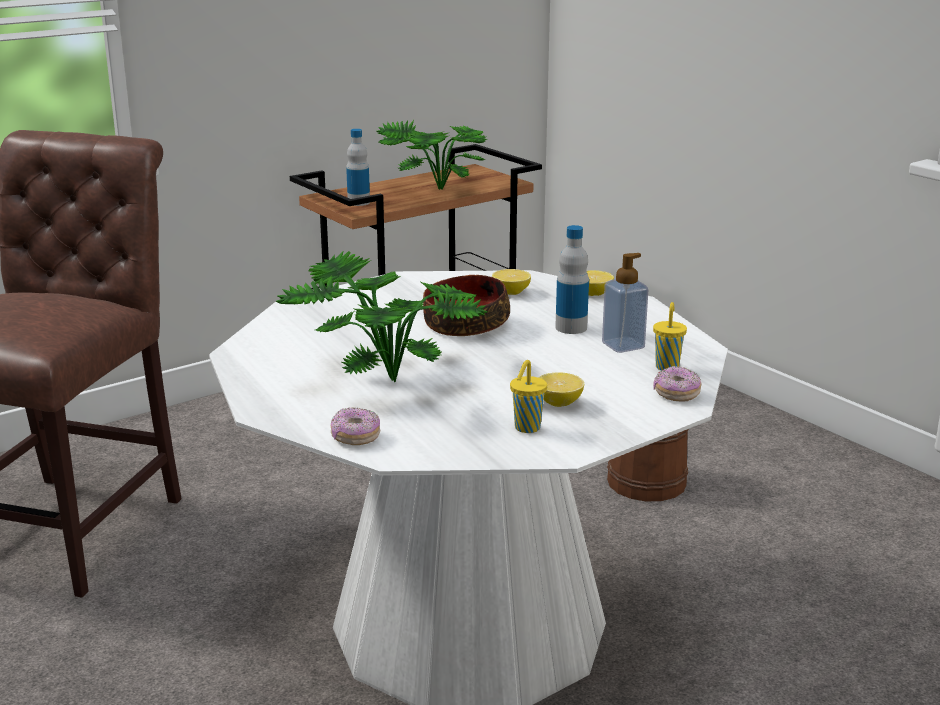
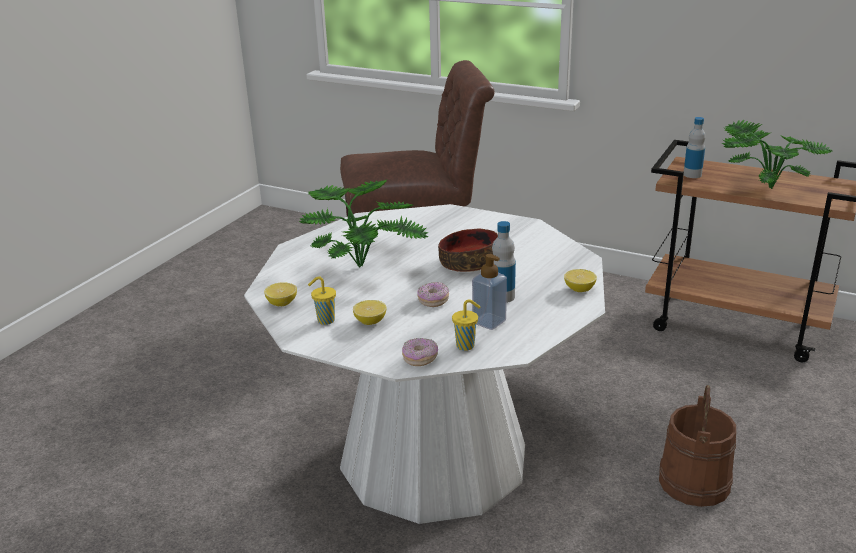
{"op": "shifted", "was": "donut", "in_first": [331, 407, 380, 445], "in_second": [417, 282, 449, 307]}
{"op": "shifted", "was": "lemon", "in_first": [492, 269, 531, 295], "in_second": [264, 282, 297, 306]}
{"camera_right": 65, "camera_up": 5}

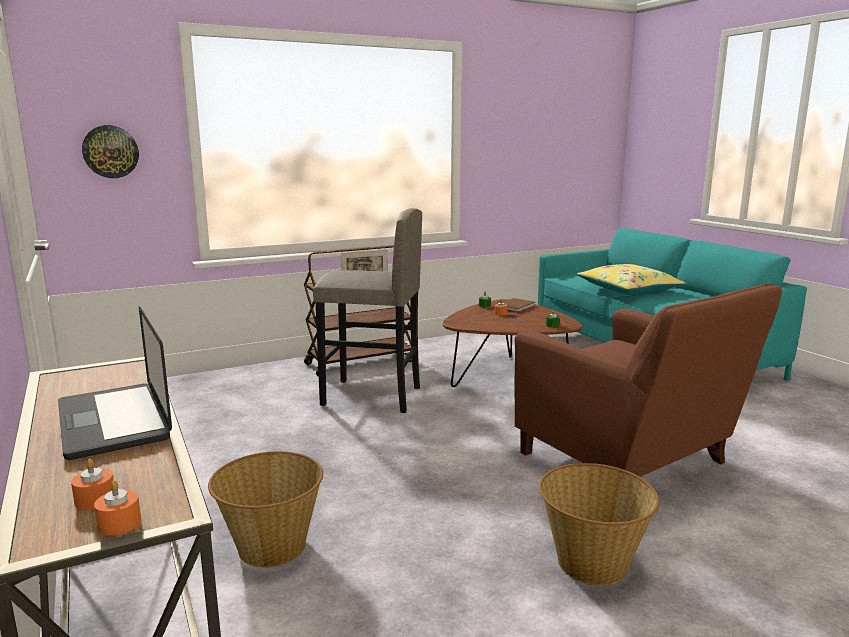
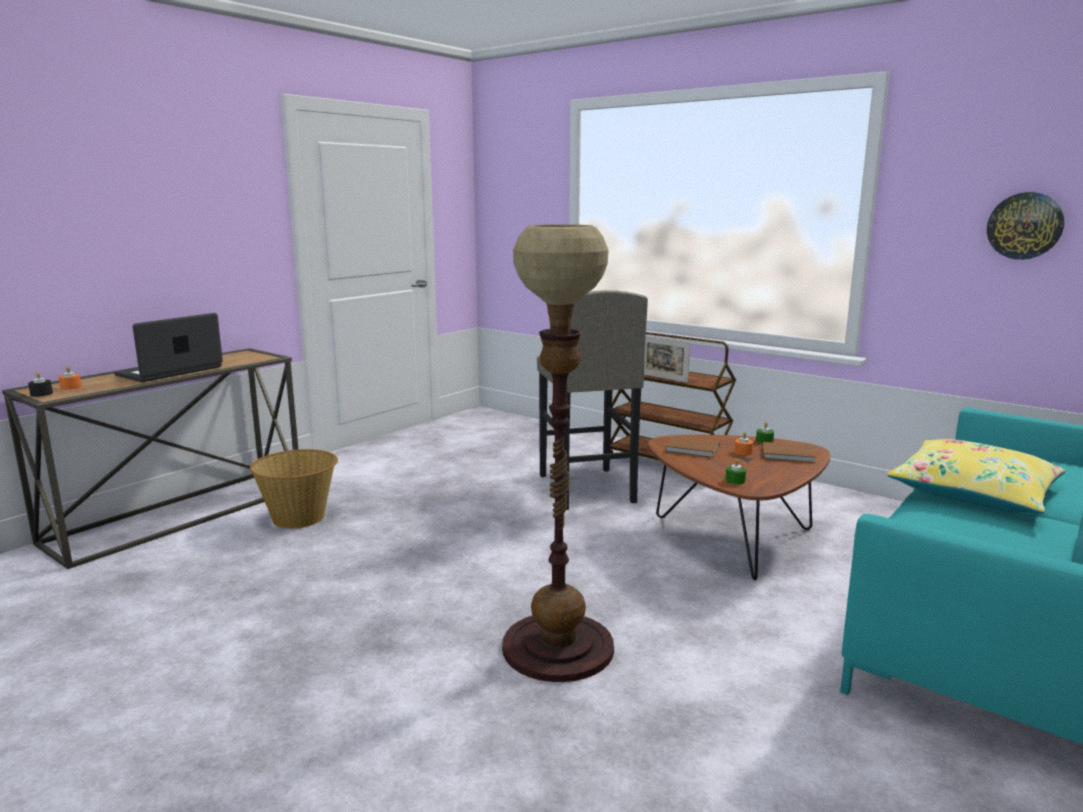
{"op": "shifted", "was": "wall clock", "in_first": [82, 125, 139, 178], "in_second": [987, 192, 1065, 260]}
{"op": "repainted", "was": "candle (orange)", "now": "candle (black)", "in_first": [94, 480, 141, 535], "in_second": [28, 372, 53, 397]}
{"op": "swapped", "was": "armchair (brown)", "now": "floor lamp", "in_first": [514, 284, 782, 477], "in_second": [502, 224, 614, 682]}
{"op": "gone", "was": "basket", "in_first": [539, 463, 660, 586]}
{"op": "new", "now": "book (brown)", "in_second": [665, 436, 720, 458]}
{"camera_right": 65, "camera_up": 0}

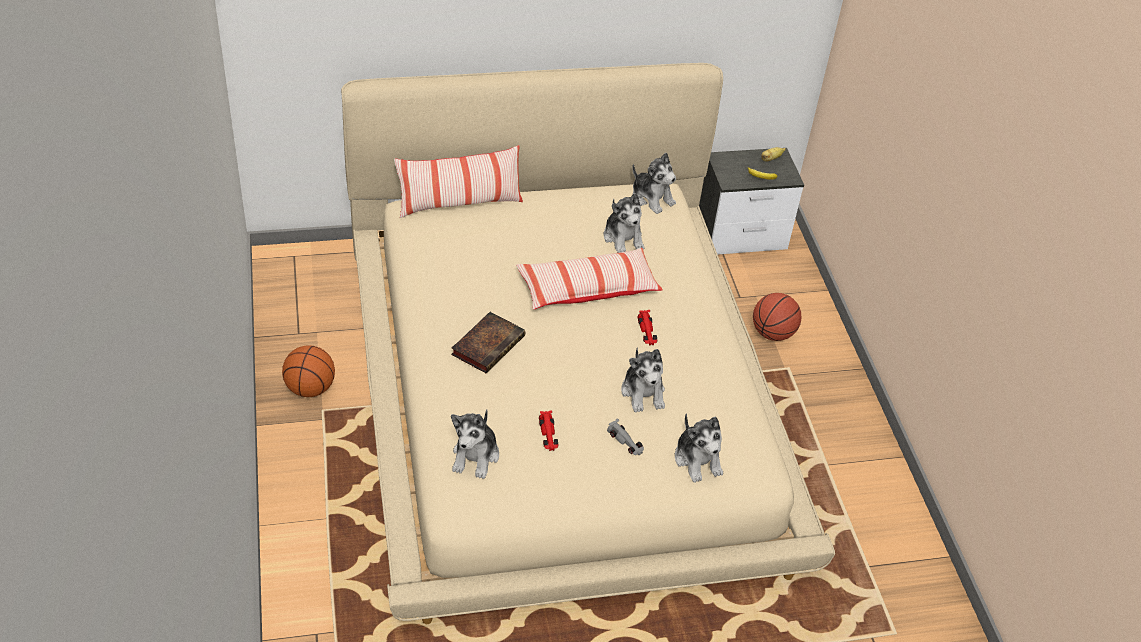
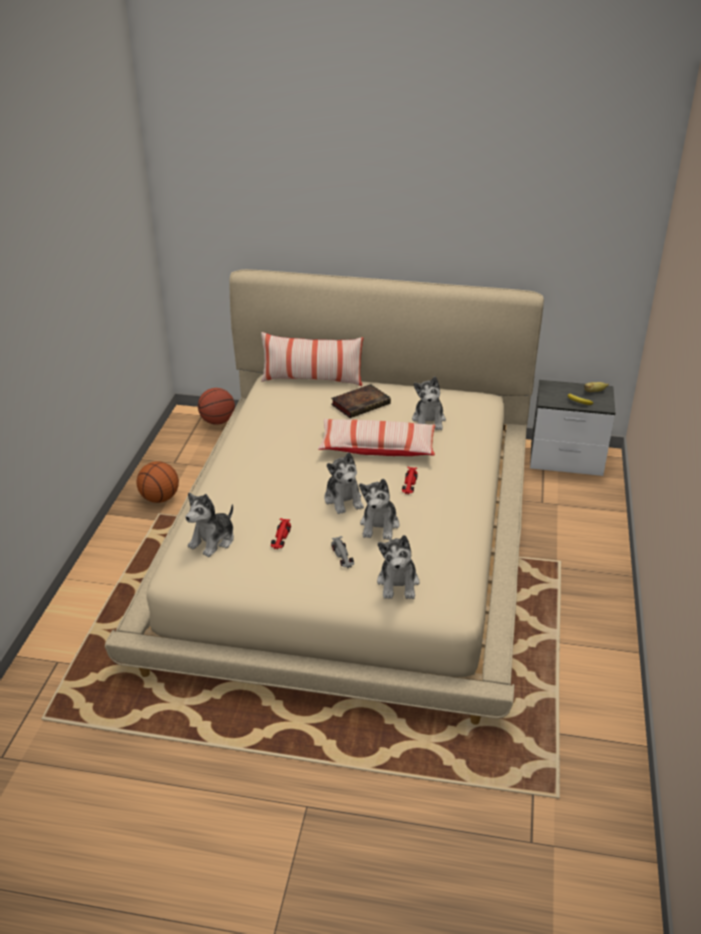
{"op": "shifted", "was": "book", "in_first": [451, 312, 525, 373], "in_second": [331, 384, 391, 418]}
{"op": "shifted", "was": "plush toy", "in_first": [632, 153, 676, 214], "in_second": [324, 452, 364, 514]}
{"op": "shifted", "was": "basketball", "in_first": [753, 293, 802, 341], "in_second": [198, 388, 235, 425]}
{"camera_right": 25, "camera_up": -10}

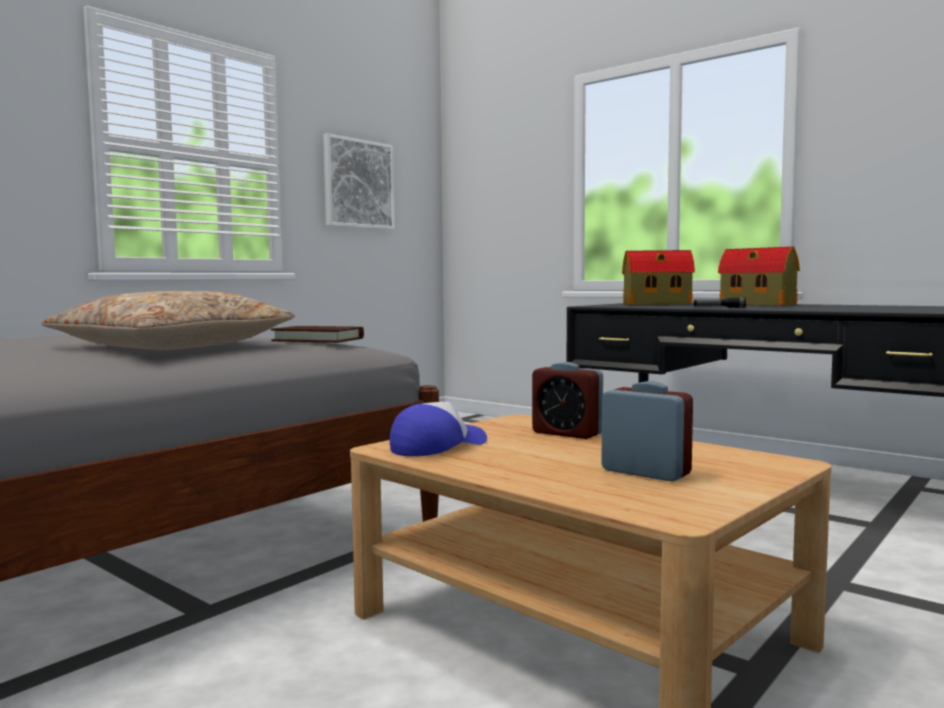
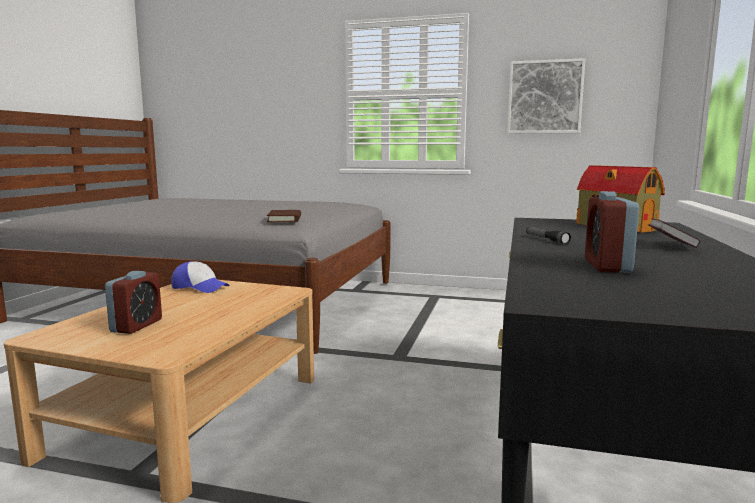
{"op": "gone", "was": "pillow (beige)", "in_first": [40, 291, 295, 350]}
{"op": "shifted", "was": "alarm clock", "in_first": [532, 362, 603, 439], "in_second": [585, 191, 639, 273]}
{"op": "swapped", "was": "toy house", "now": "book", "in_first": [718, 247, 800, 306], "in_second": [648, 219, 701, 248]}
{"camera_right": 65, "camera_up": 5}

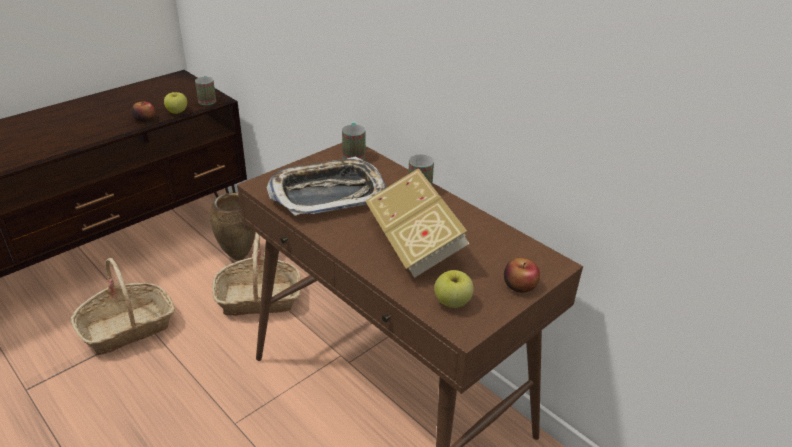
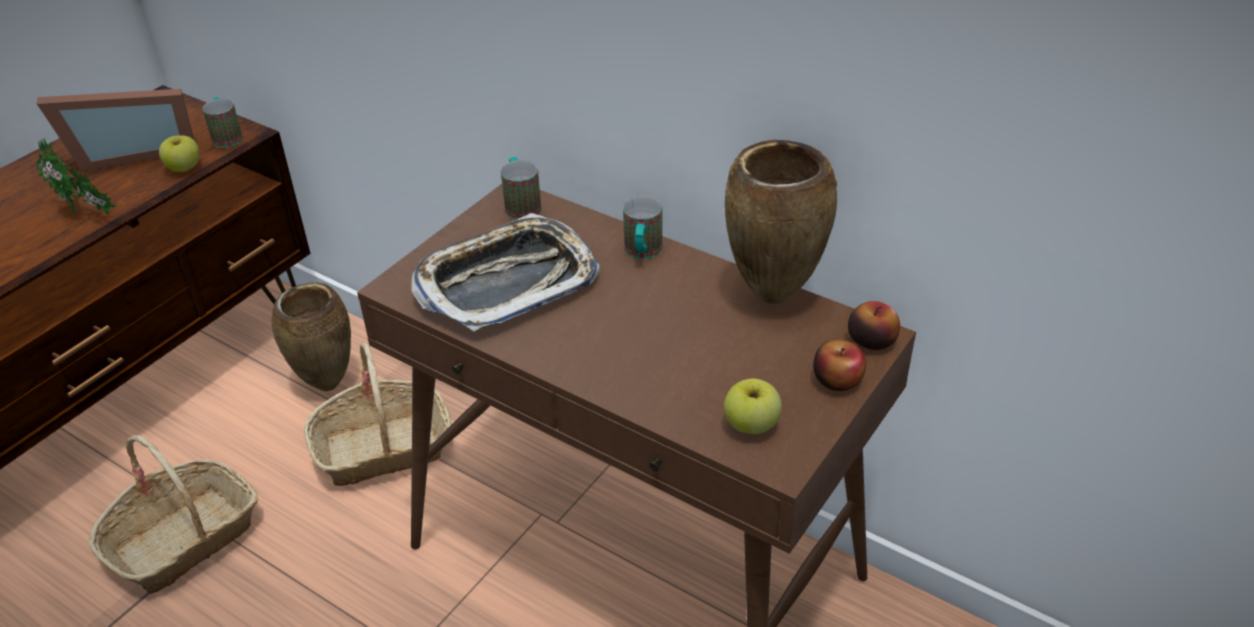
{"op": "shifted", "was": "apple", "in_first": [131, 101, 155, 122], "in_second": [848, 301, 900, 350]}
{"op": "gone", "was": "book", "in_first": [366, 168, 470, 278]}
{"op": "new", "now": "picture frame", "in_second": [37, 89, 195, 171]}
{"op": "new", "now": "potted plant", "in_second": [37, 138, 117, 215]}
{"op": "new", "now": "vase (brown)", "in_second": [725, 140, 837, 305]}
{"camera_right": -10, "camera_up": 5}

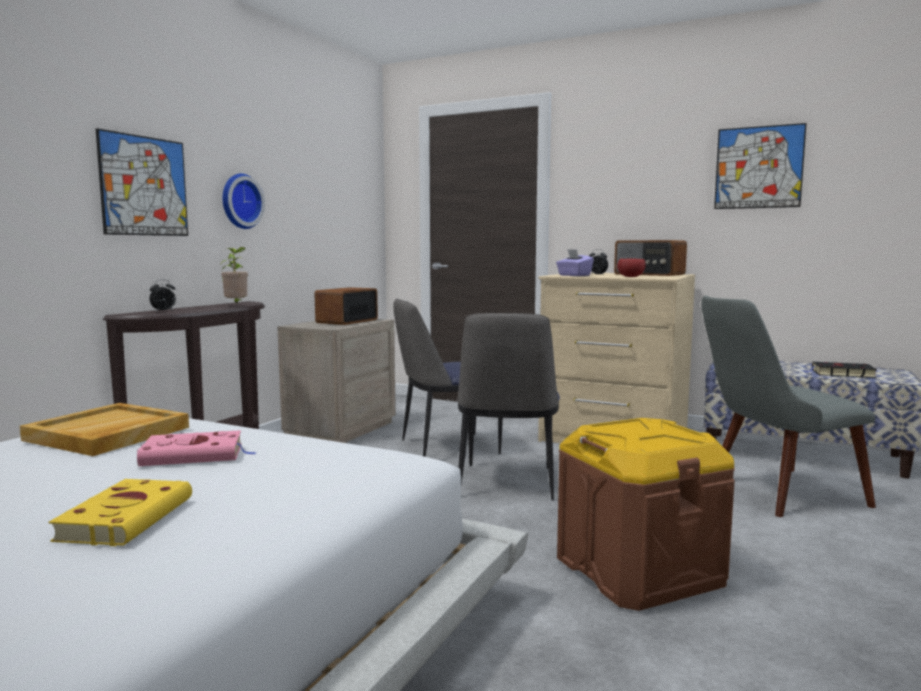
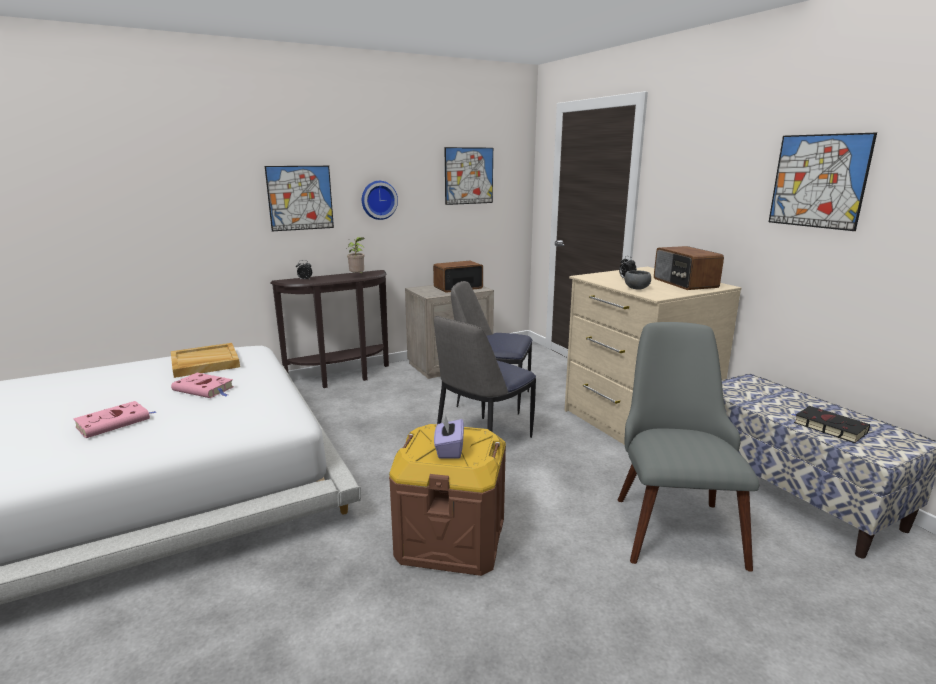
{"op": "repainted", "was": "book (yellow)", "now": "book (pink)", "in_first": [49, 479, 192, 546], "in_second": [73, 401, 156, 438]}
{"op": "shifted", "was": "tissue box (purple)", "in_first": [556, 249, 594, 276], "in_second": [434, 415, 464, 459]}
{"op": "repainted", "was": "bowl (red)", "now": "bowl (grey)", "in_first": [617, 259, 646, 277], "in_second": [625, 270, 651, 290]}
{"op": "rotated", "was": "chair (grey)", "in_first": [701, 295, 876, 517], "in_second": [618, 322, 759, 572], "clockwise": 75}
{"op": "new", "now": "picture", "in_second": [445, 147, 493, 205]}
{"camera_right": 35, "camera_up": 10}

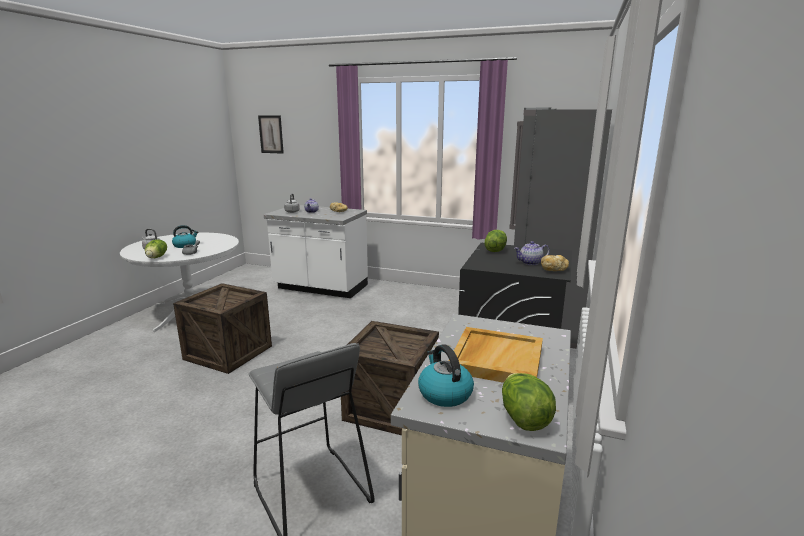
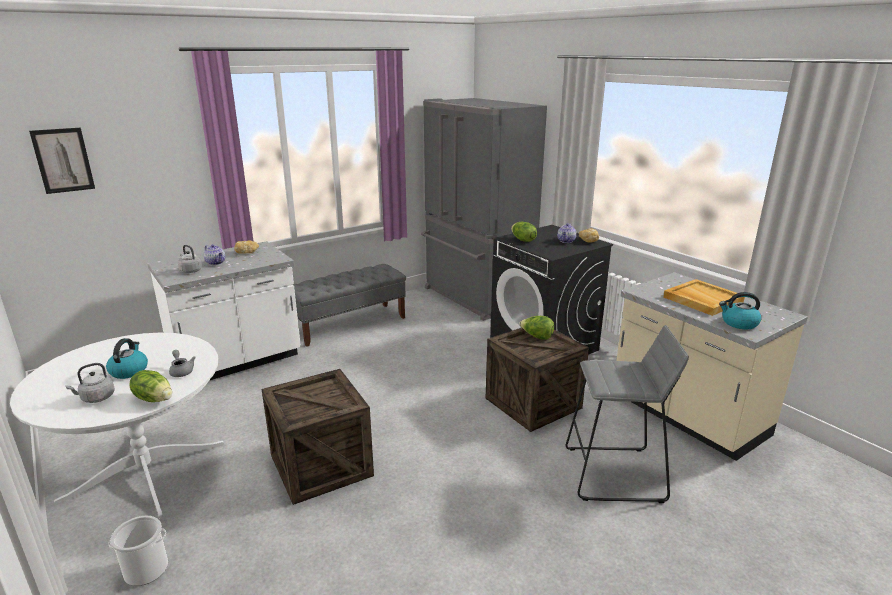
{"op": "shifted", "was": "lettuce", "in_first": [502, 373, 556, 431], "in_second": [519, 316, 554, 340]}
{"op": "new", "now": "bucket", "in_second": [109, 516, 168, 586]}
{"op": "new", "now": "bench (grey)", "in_second": [293, 264, 406, 347]}
{"camera_right": -55, "camera_up": 5}

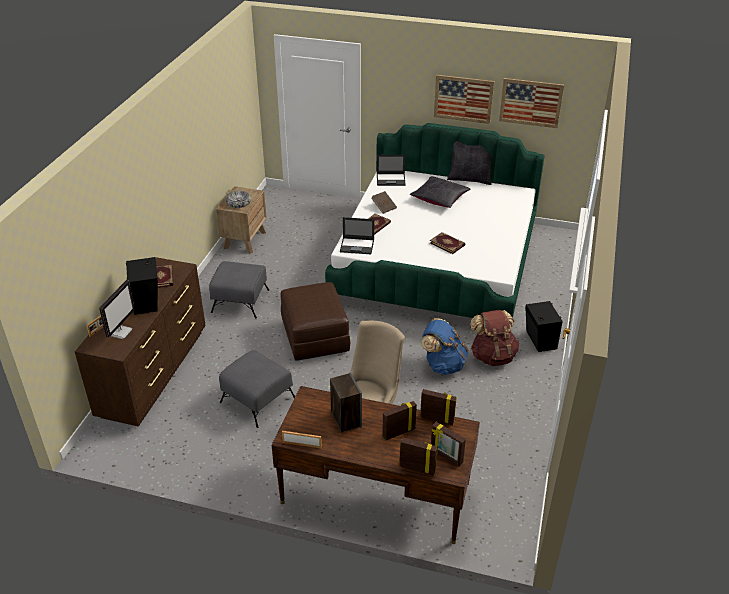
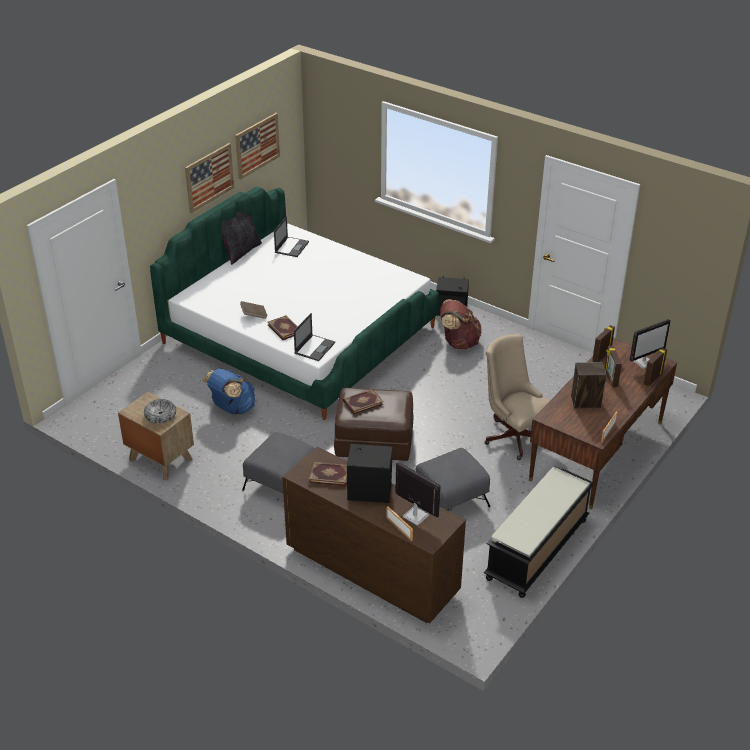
{"op": "shifted", "was": "laptop", "in_first": [377, 155, 406, 186], "in_second": [274, 216, 309, 257]}
{"op": "gone", "was": "pillow (black)", "in_first": [410, 176, 470, 208]}
{"op": "shifted", "was": "backpack (blue)", "in_first": [421, 318, 469, 375], "in_second": [202, 369, 255, 414]}
{"op": "shifted", "was": "book", "in_first": [430, 232, 465, 254], "in_second": [343, 389, 383, 414]}
{"op": "swapped", "was": "picture frame", "now": "monitor", "in_first": [431, 422, 466, 467], "in_second": [630, 319, 671, 369]}
{"op": "new", "now": "bench (black)", "in_second": [484, 466, 594, 598]}
{"camera_right": -70, "camera_up": 0}

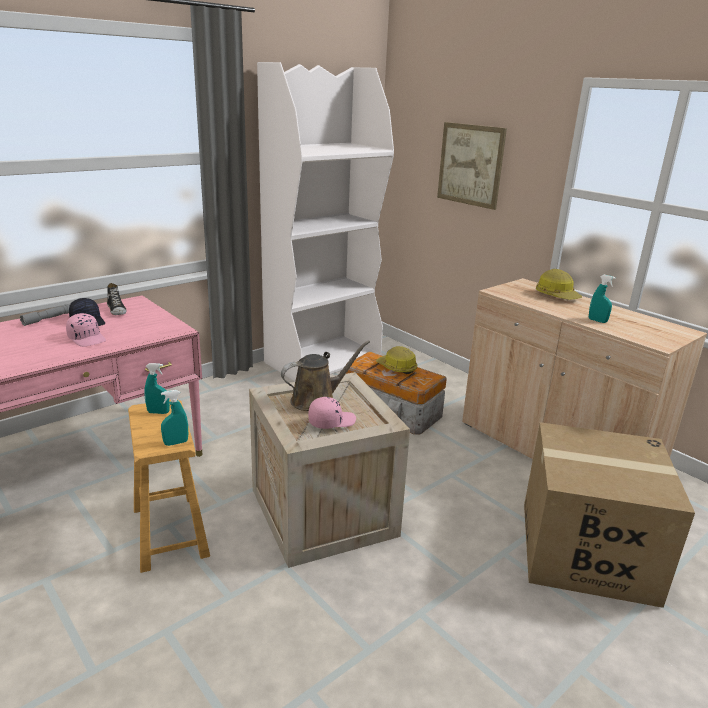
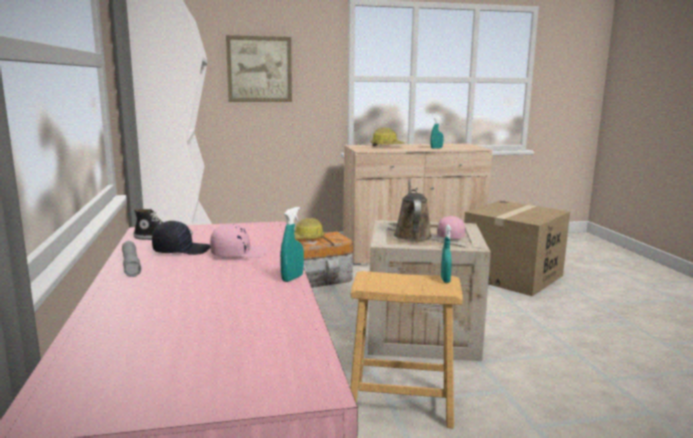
{"op": "shifted", "was": "spray bottle (turquoise)", "in_first": [144, 363, 170, 414], "in_second": [280, 207, 304, 282]}
{"camera_right": -60, "camera_up": -10}

